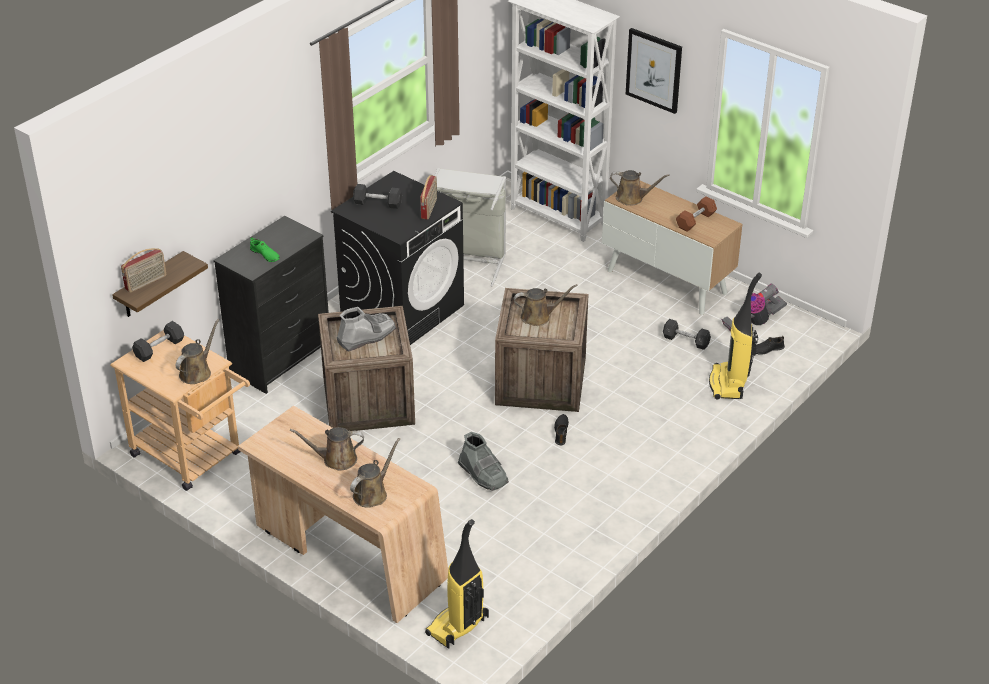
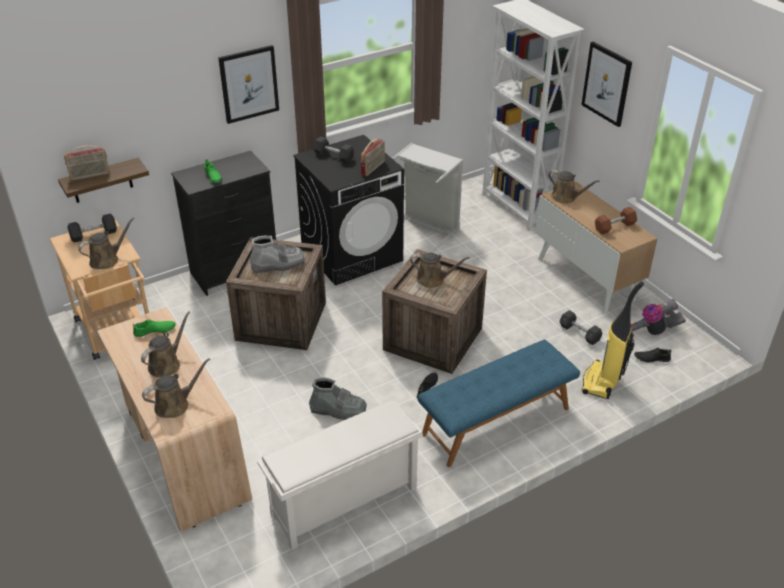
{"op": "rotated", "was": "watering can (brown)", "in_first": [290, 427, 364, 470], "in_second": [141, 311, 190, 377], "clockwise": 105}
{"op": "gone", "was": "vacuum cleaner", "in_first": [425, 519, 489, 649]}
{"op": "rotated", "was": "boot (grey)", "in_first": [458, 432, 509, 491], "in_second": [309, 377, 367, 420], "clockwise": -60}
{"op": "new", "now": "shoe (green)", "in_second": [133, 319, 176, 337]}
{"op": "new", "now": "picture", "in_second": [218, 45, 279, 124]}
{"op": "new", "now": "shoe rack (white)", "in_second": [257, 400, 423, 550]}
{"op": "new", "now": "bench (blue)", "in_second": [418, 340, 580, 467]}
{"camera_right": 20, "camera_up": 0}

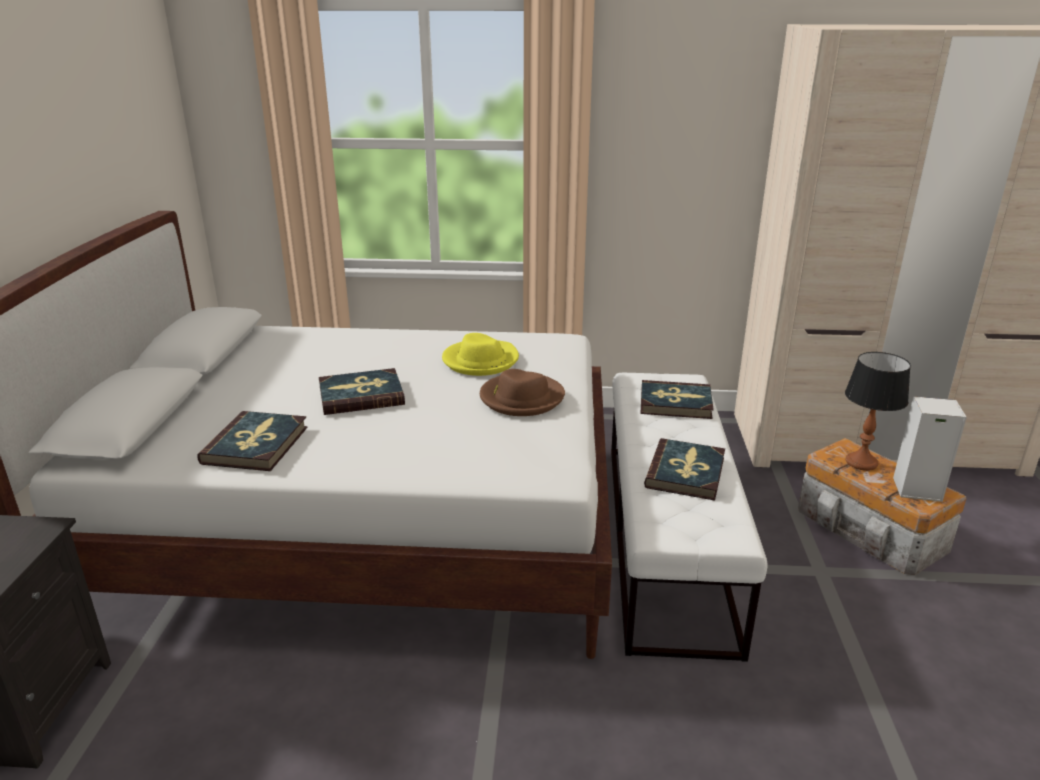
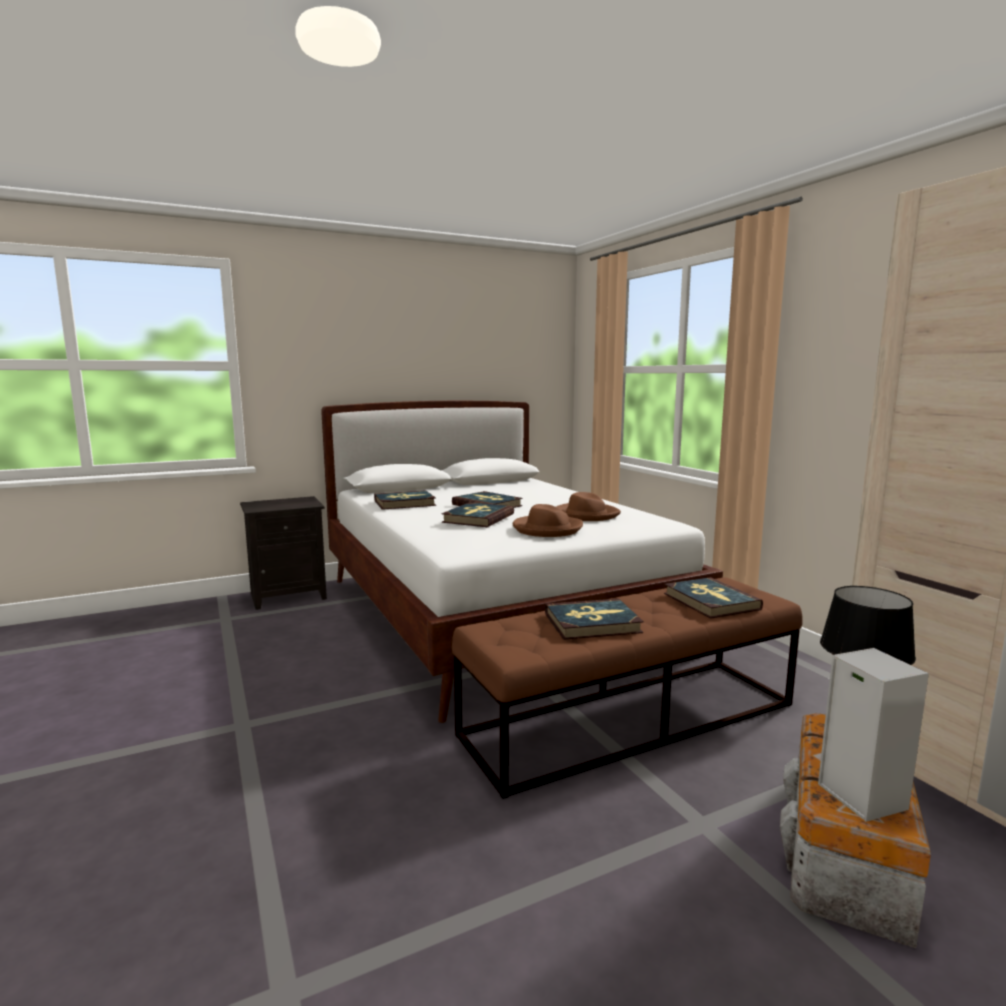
{"op": "repainted", "was": "hat (yellow)", "now": "hat (brown)", "in_first": [442, 333, 519, 376], "in_second": [557, 492, 621, 521]}
{"op": "repainted", "was": "bench (white)", "now": "bench (brown)", "in_first": [611, 373, 768, 662], "in_second": [452, 577, 803, 799]}
{"op": "new", "now": "book", "in_second": [442, 502, 514, 527]}
{"camera_right": 60, "camera_up": -15}

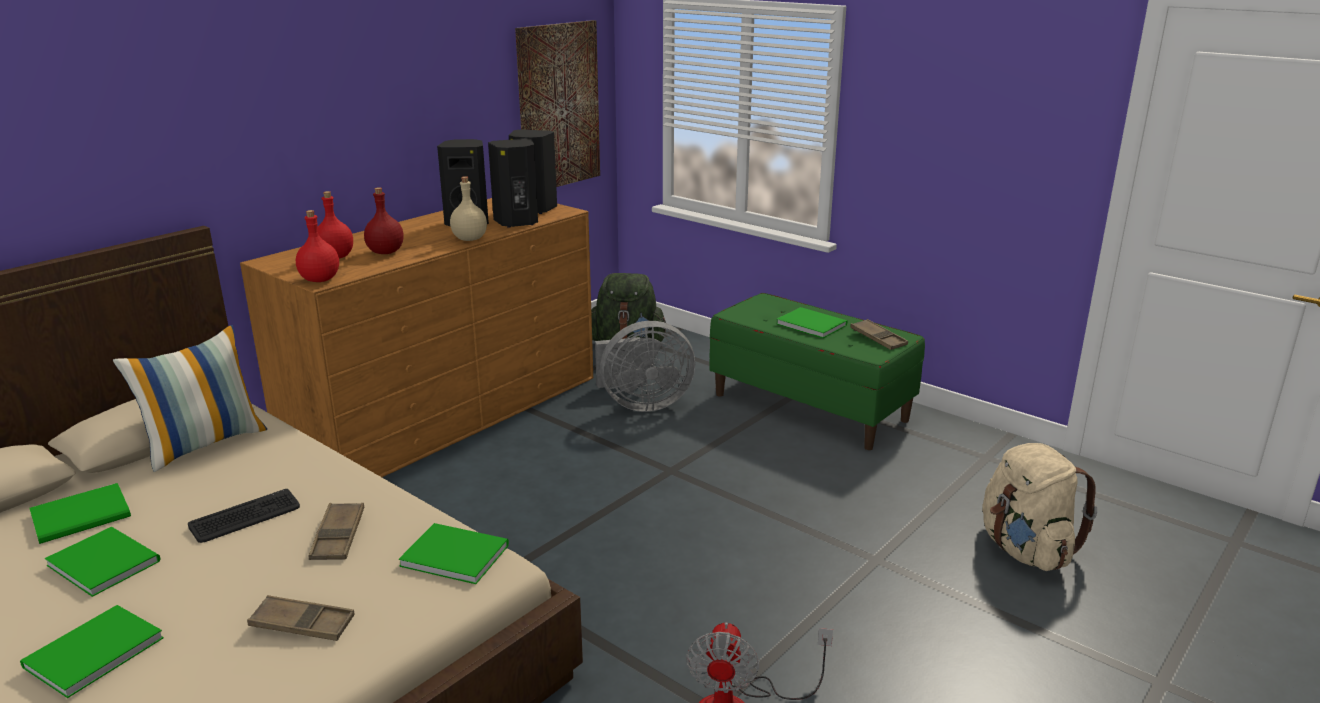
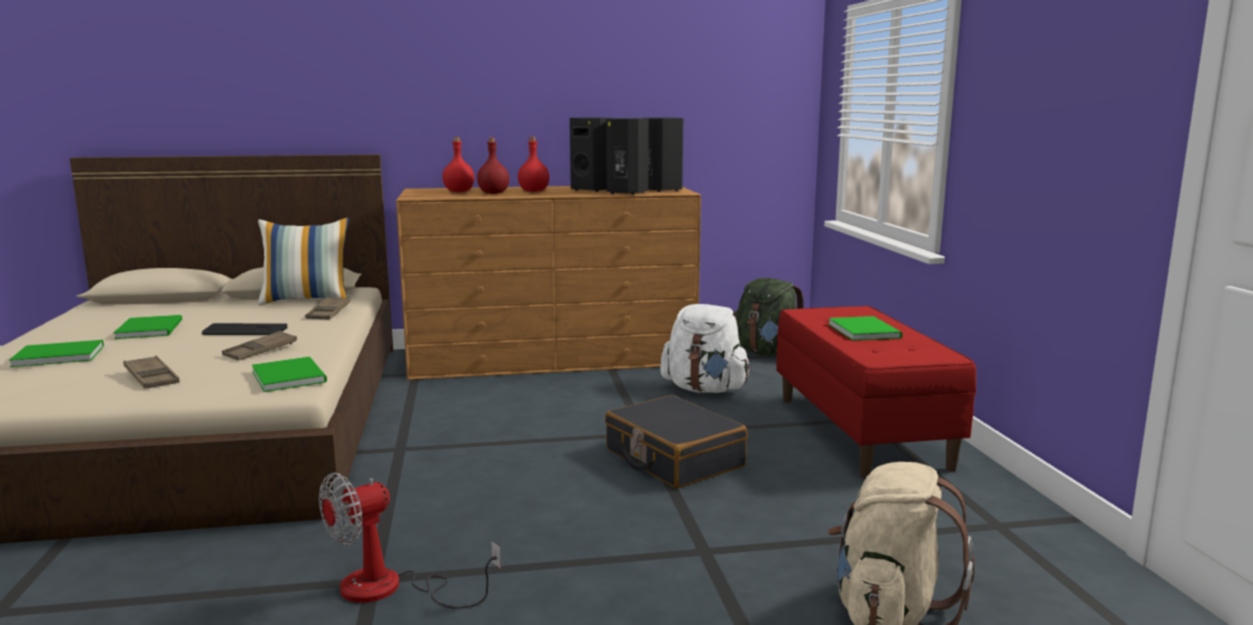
{"op": "gone", "was": "book (green)", "in_first": [30, 483, 131, 544]}
{"op": "shifted", "was": "bottle (red)", "in_first": [296, 210, 339, 282], "in_second": [518, 137, 549, 192]}
{"op": "gone", "was": "bottle (beige)", "in_first": [450, 176, 487, 241]}
{"op": "gone", "was": "picture", "in_first": [515, 20, 600, 187]}
{"op": "swapped", "was": "fan (grey)", "now": "backpack (white)", "in_first": [595, 321, 695, 412], "in_second": [661, 304, 750, 393]}
{"op": "repainted", "was": "bench (green)", "now": "bench (red)", "in_first": [710, 293, 925, 450], "in_second": [776, 306, 976, 478]}
{"op": "shifted", "was": "tray (brown)", "in_first": [850, 319, 908, 350], "in_second": [305, 297, 351, 319]}
{"op": "new", "now": "suitcase (black)", "in_second": [605, 395, 748, 488]}
{"camera_right": 40, "camera_up": -10}

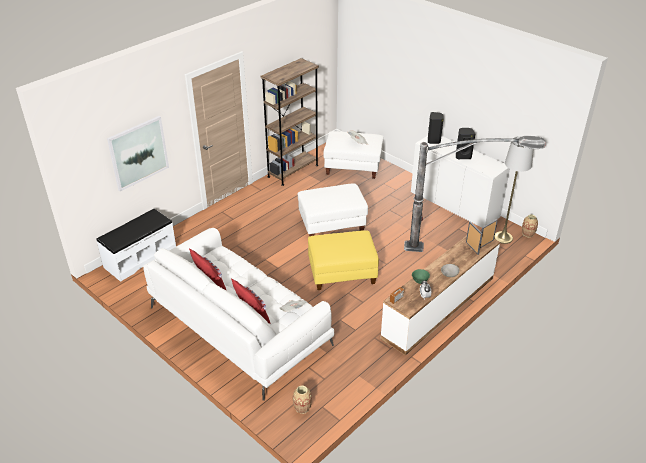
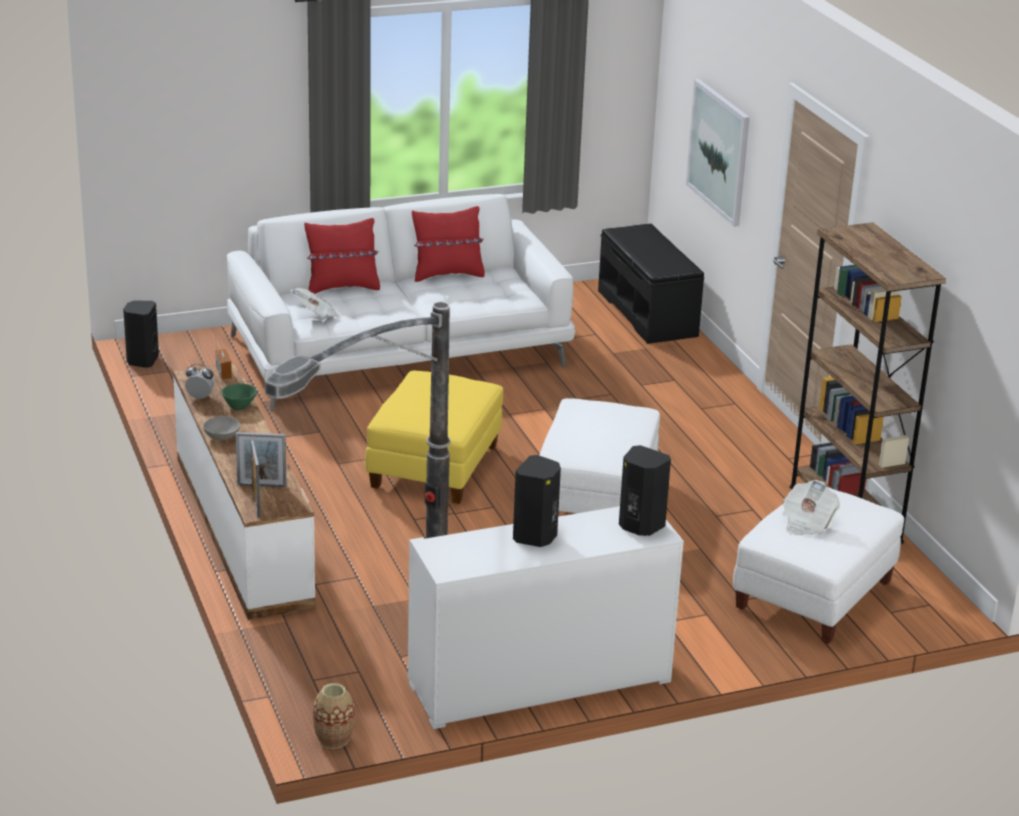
{"op": "repainted", "was": "bench (white)", "now": "bench (black)", "in_first": [96, 209, 176, 282], "in_second": [598, 223, 704, 344]}
{"op": "gone", "was": "vase", "in_first": [293, 385, 312, 414]}
{"op": "gone", "was": "floor lamp (grey)", "in_first": [494, 136, 533, 244]}
{"op": "new", "now": "speaker (black)", "in_second": [123, 301, 159, 368]}
{"camera_right": 115, "camera_up": -10}

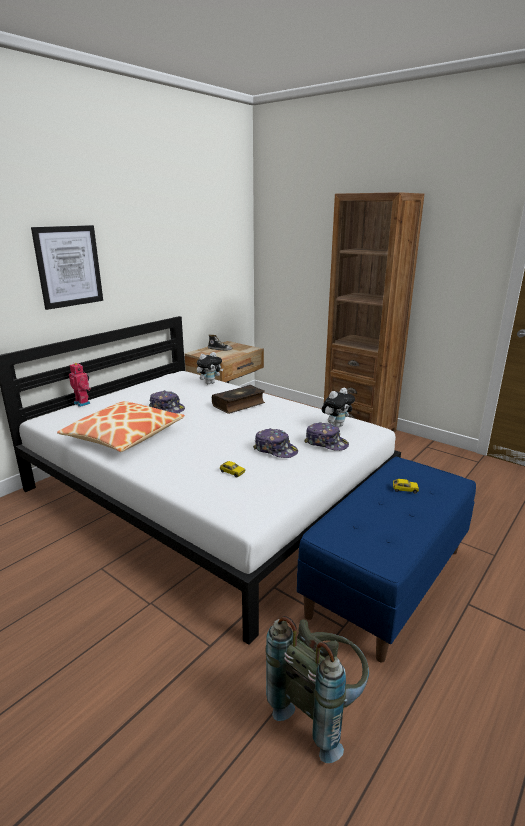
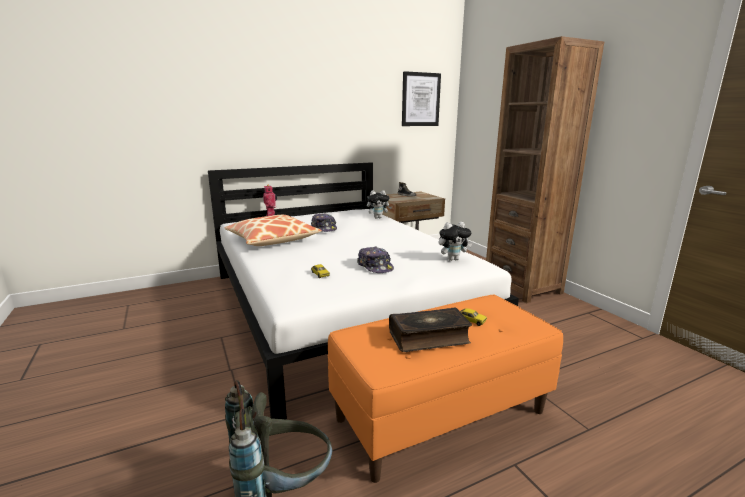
{"op": "shifted", "was": "picture", "in_first": [31, 225, 103, 310], "in_second": [402, 71, 441, 126]}
{"op": "shifted", "was": "book", "in_first": [212, 385, 265, 414], "in_second": [389, 307, 472, 352]}
{"op": "repainted", "was": "bench (blue)", "now": "bench (orange)", "in_first": [297, 457, 476, 663], "in_second": [327, 295, 563, 483]}
{"op": "gone", "was": "cap", "in_first": [304, 422, 349, 451]}
{"camera_right": 25, "camera_up": -5}

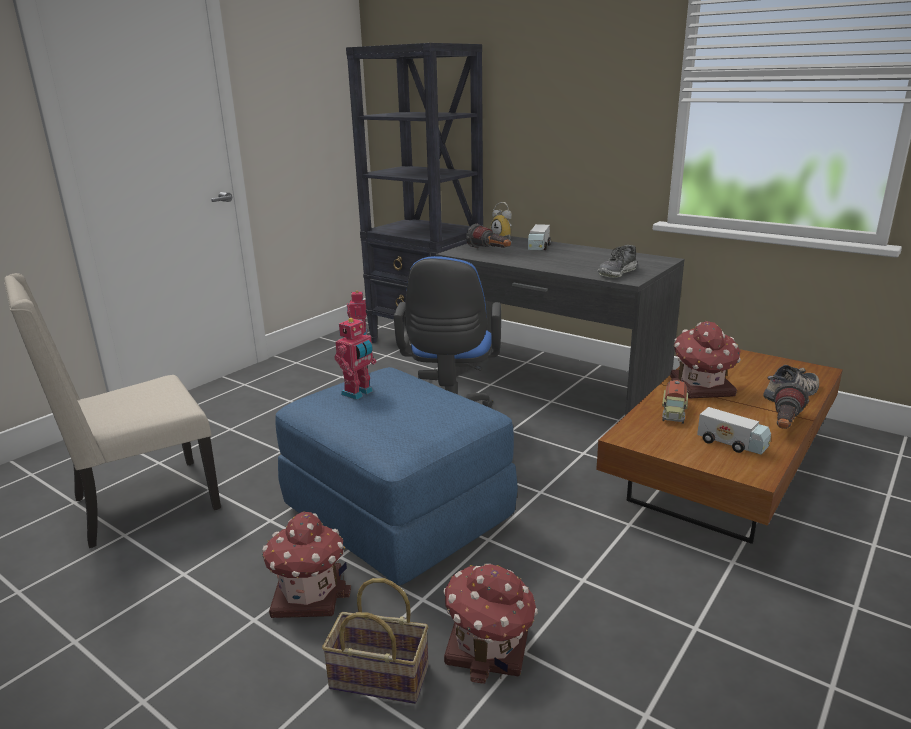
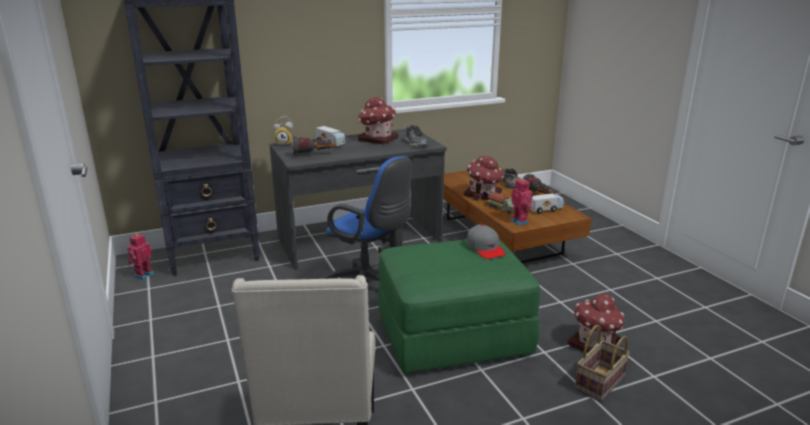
{"op": "shifted", "was": "toy house", "in_first": [262, 512, 351, 618], "in_second": [358, 97, 398, 145]}
{"op": "repainted", "was": "ottoman (blue)", "now": "ottoman (green)", "in_first": [275, 367, 518, 586], "in_second": [378, 239, 540, 374]}
{"op": "shifted", "was": "toy robot", "in_first": [334, 317, 376, 400], "in_second": [510, 178, 533, 226]}
{"op": "new", "now": "cap (grey)", "in_second": [466, 224, 506, 259]}
{"camera_right": -60, "camera_up": 0}

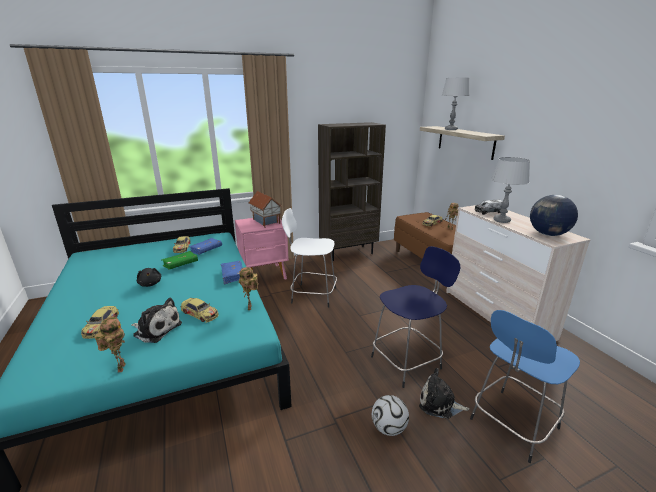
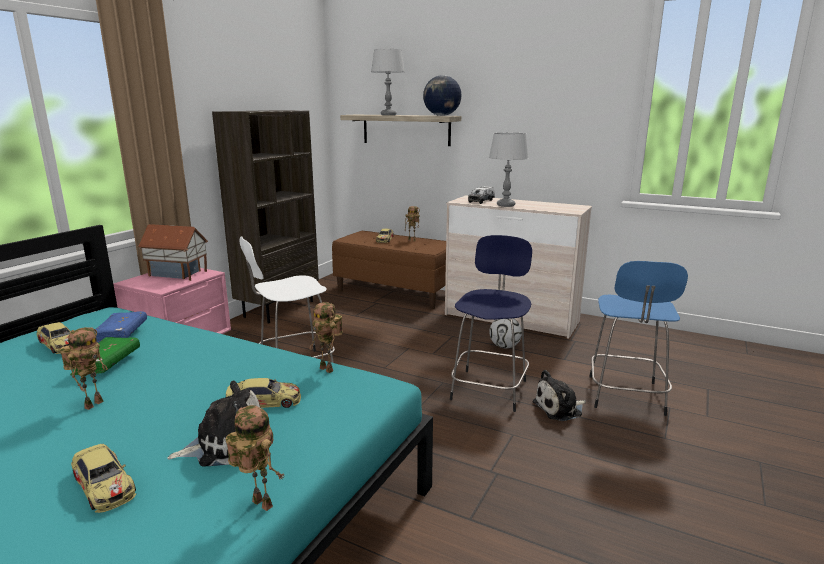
{"op": "swapped", "was": "plush toy (black)", "now": "toy robot", "in_first": [137, 268, 161, 287], "in_second": [60, 327, 108, 410]}
{"op": "gone", "was": "book (blue)", "in_first": [221, 261, 243, 285]}
{"op": "shifted", "was": "football", "in_first": [372, 395, 409, 436], "in_second": [489, 318, 522, 348]}
{"op": "shifted", "was": "globe", "in_first": [530, 195, 578, 236], "in_second": [423, 75, 462, 116]}
{"camera_right": -40, "camera_up": -5}

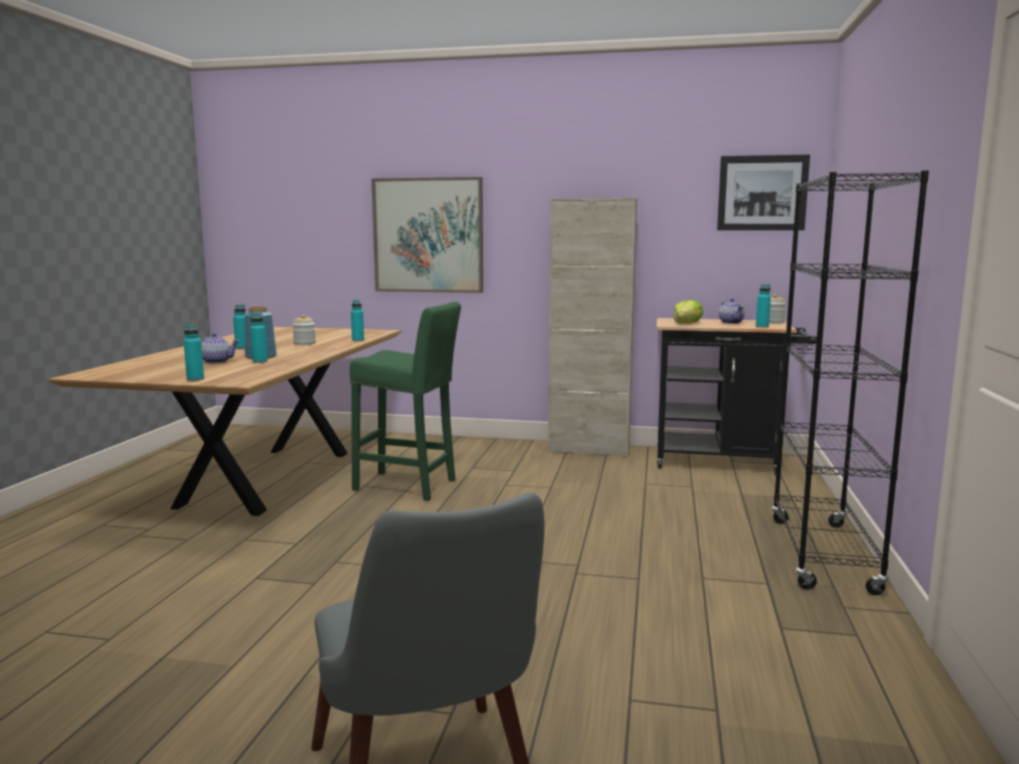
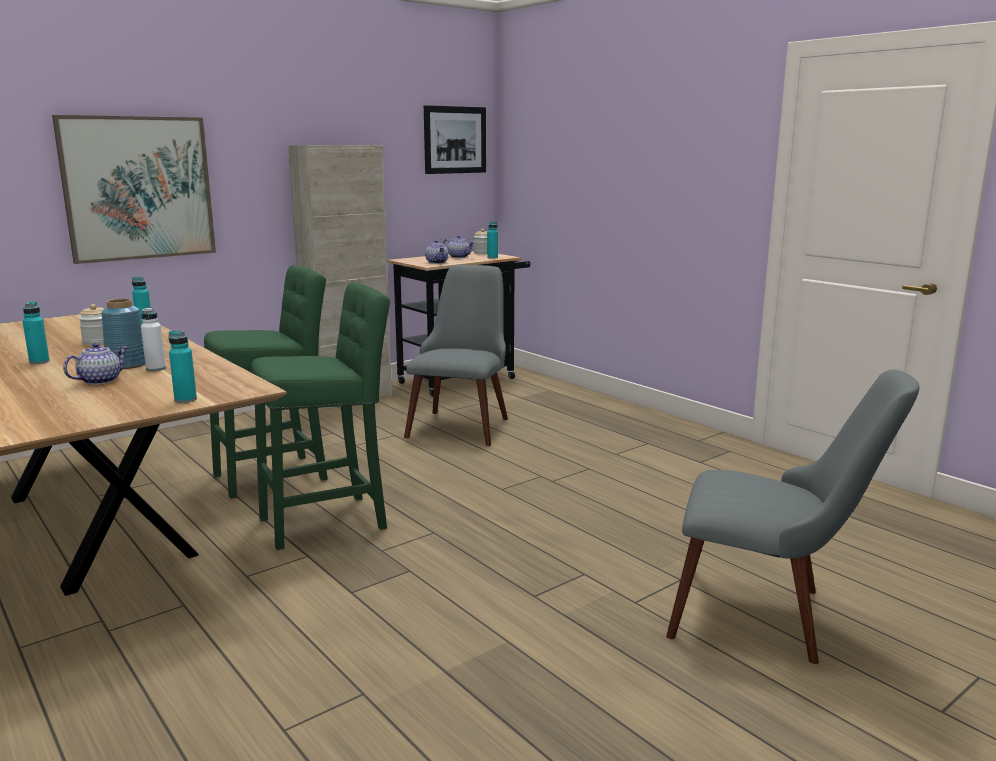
{"op": "repainted", "was": "bottle (turquoise)", "now": "bottle (white)", "in_first": [250, 313, 268, 363], "in_second": [141, 307, 166, 371]}
{"op": "swapped", "was": "lettuce", "now": "teapot", "in_first": [673, 300, 703, 324], "in_second": [425, 240, 448, 264]}
{"op": "gone", "was": "bookcase (black)", "in_first": [771, 171, 929, 595]}
{"op": "new", "now": "stool (green)", "in_second": [251, 282, 390, 550]}
{"op": "new", "now": "chair (grey)", "in_second": [404, 265, 508, 446]}
{"camera_right": -50, "camera_up": 5}

